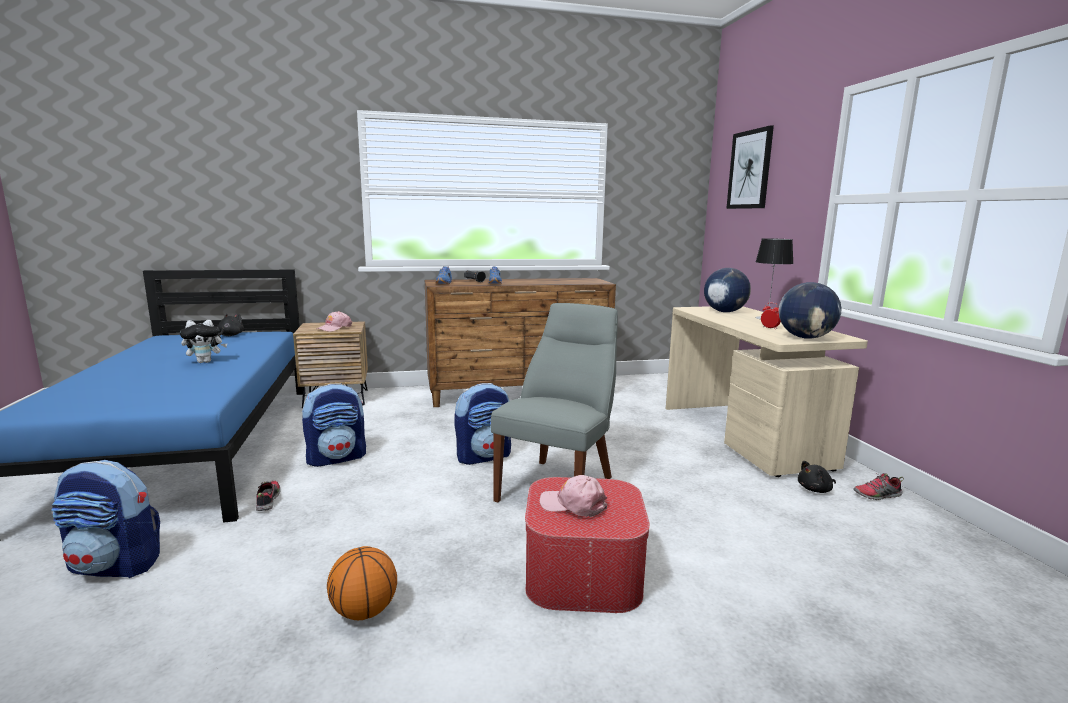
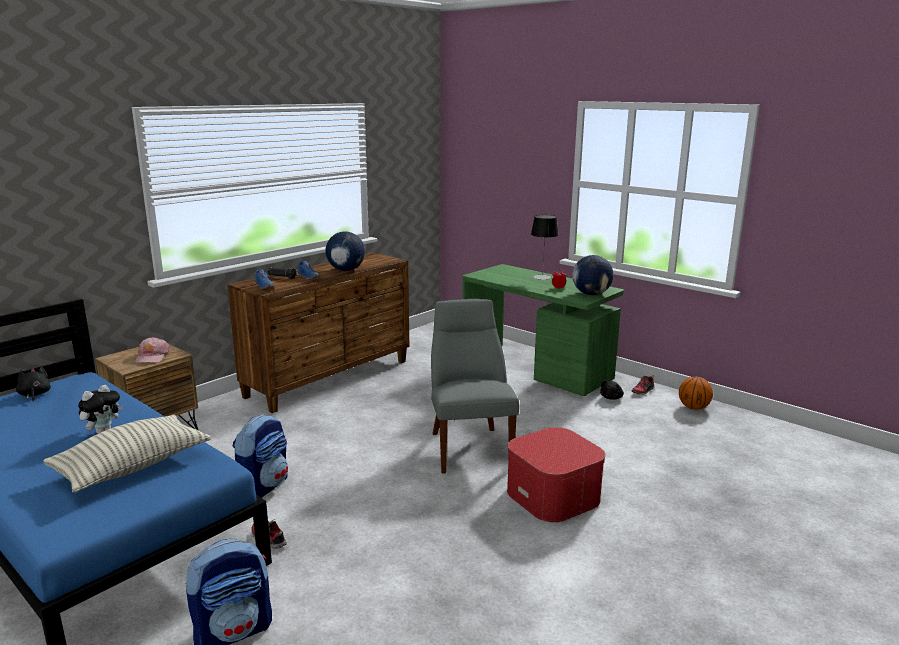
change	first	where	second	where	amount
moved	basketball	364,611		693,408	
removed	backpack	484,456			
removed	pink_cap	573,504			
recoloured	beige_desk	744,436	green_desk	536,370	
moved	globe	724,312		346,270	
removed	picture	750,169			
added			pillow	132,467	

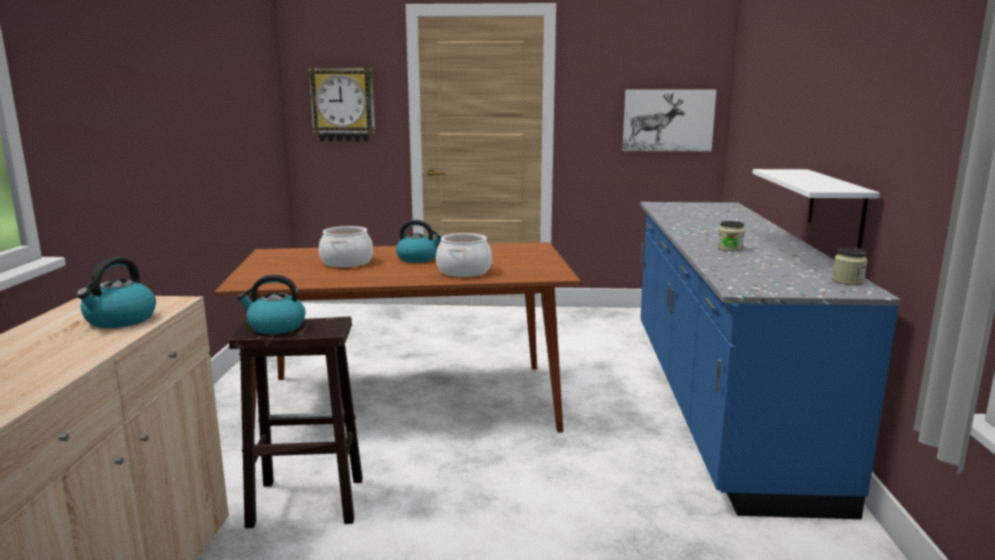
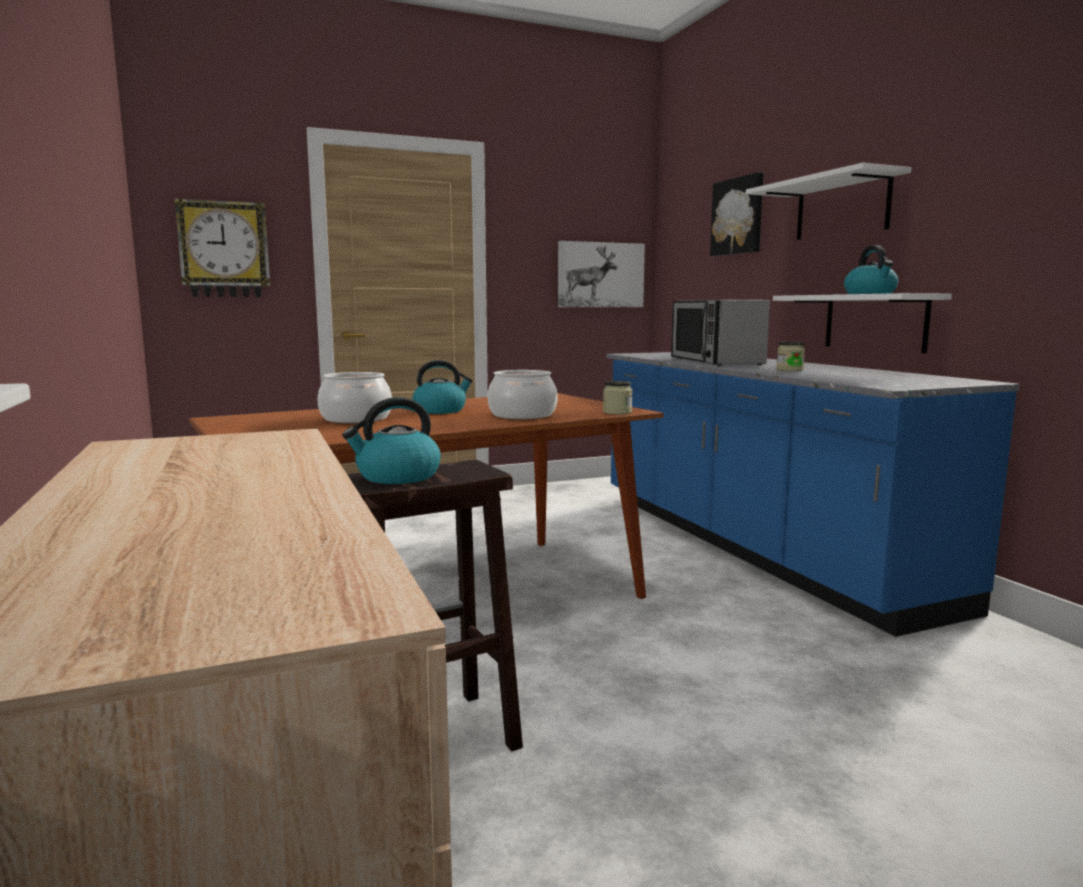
change	first	where	second	where	amount
moved	kettle	120,320		870,294	
moved	jar	847,281		617,412	
added			microwave	715,361	
added			picture	738,216	
added			white_shelf	842,208	

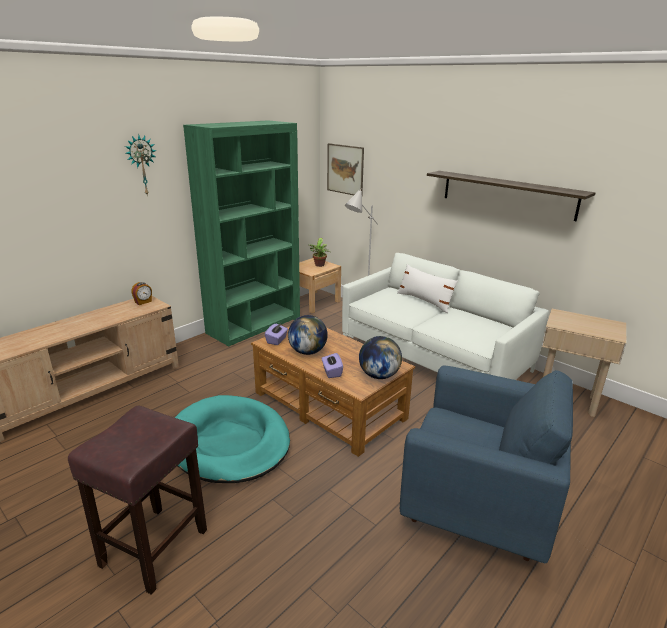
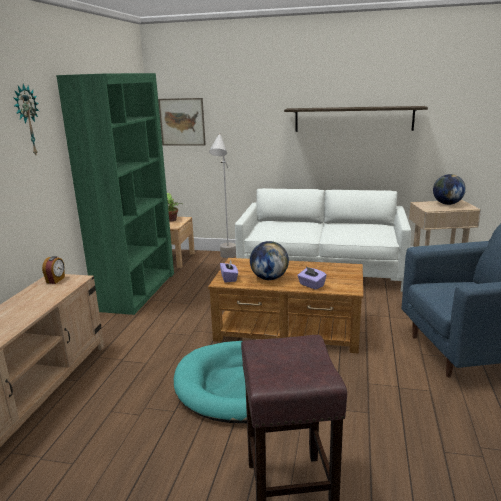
change	first	where	second	where	amount
moved	globe	379,375		447,204	
removed	white_pillow	424,301			

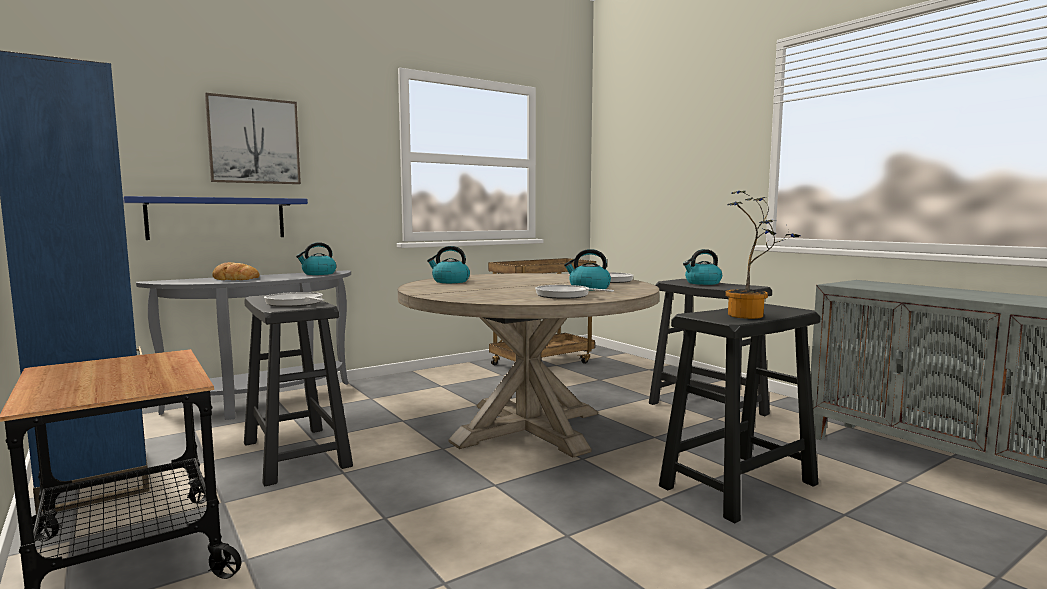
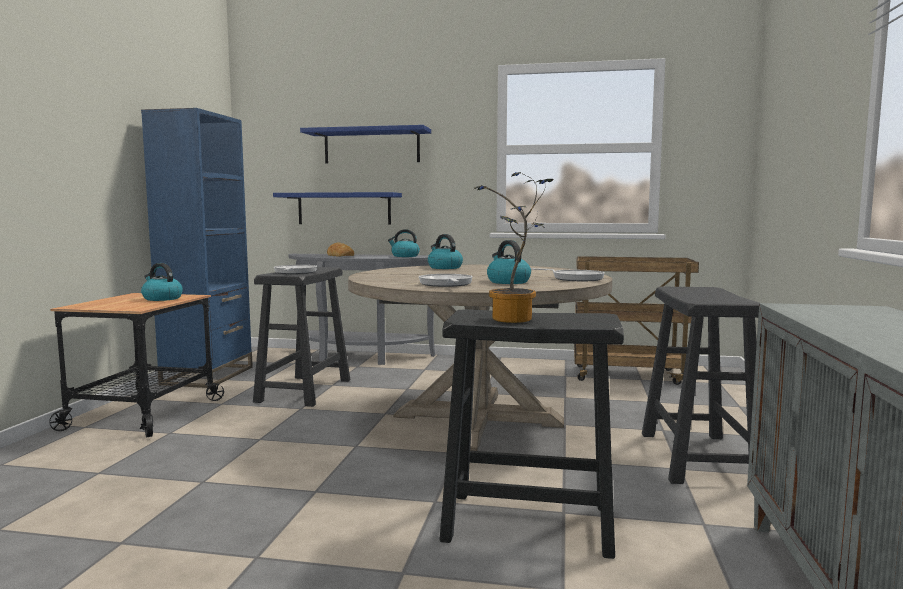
change	first	where	second	where	amount
replaced	picture	254,141	blue_shelf	371,146	
moved	kettle	702,283		161,298	

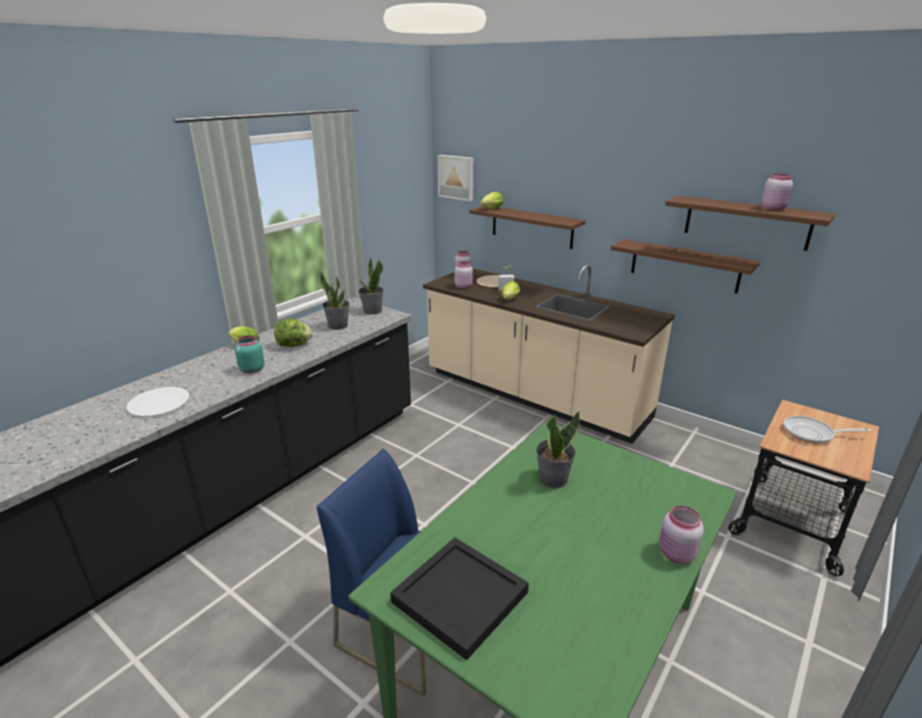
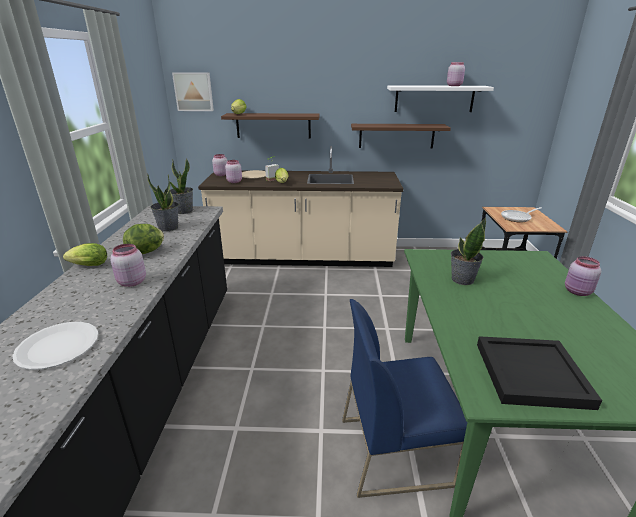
change	first	where	second	where	amount
recoloured	turquoise_jar	251,370	pink_jar	131,282	
recoloured	brown_shelf	746,222	white_shelf	434,98	

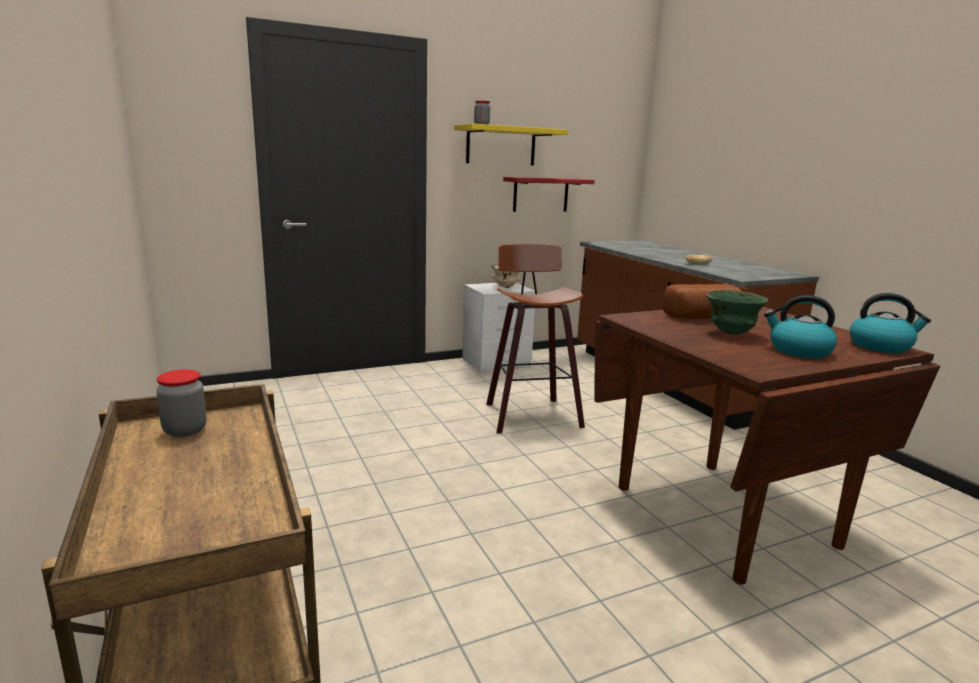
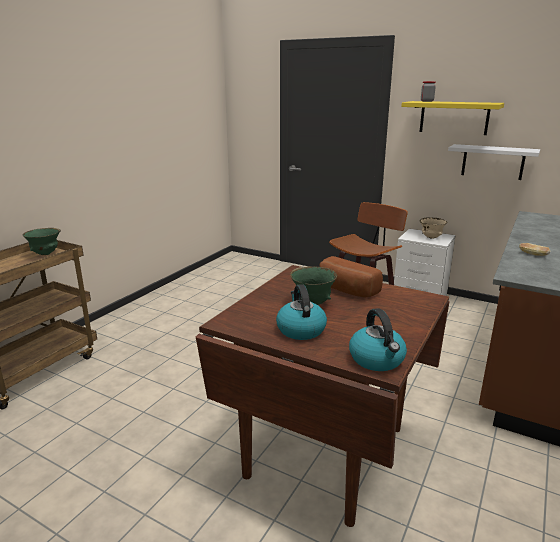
change	first	where	second	where	amount
replaced	jar	185,430	green_bowl	45,254	
recoloured	red_shelf	540,194	white_shelf	492,162	

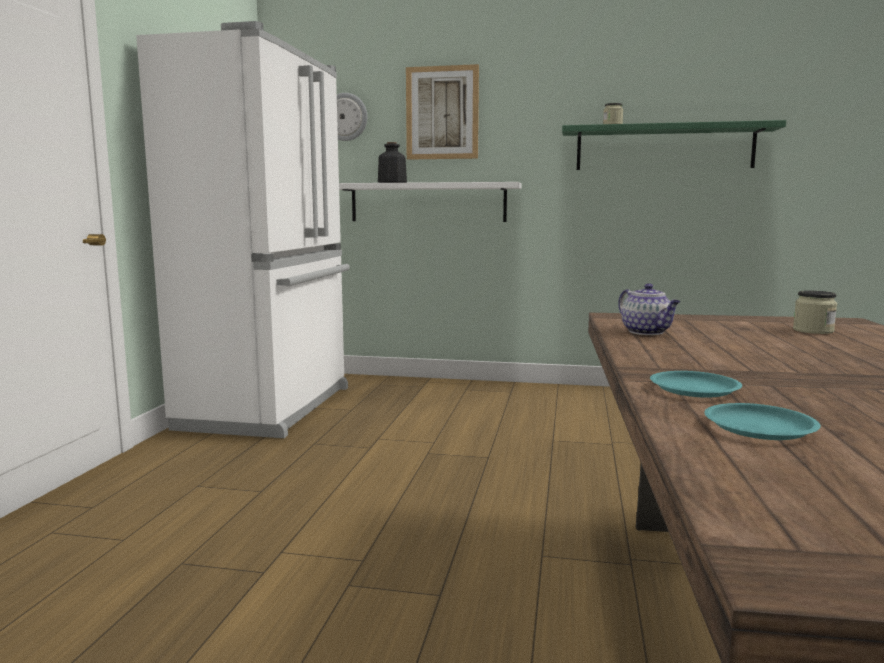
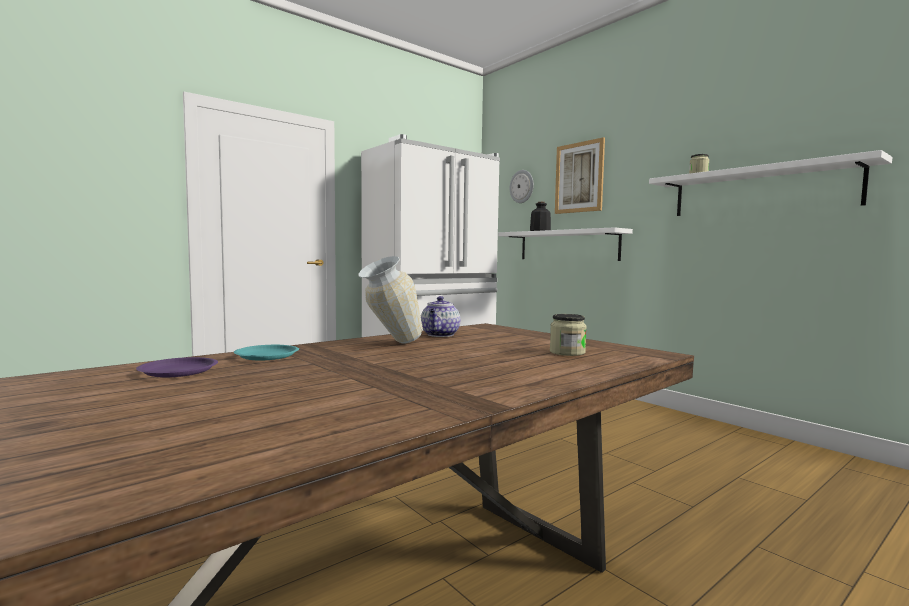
change	first	where	second	where	amount
recoloured	green_shelf	664,148	white_shelf	760,191	
recoloured	turquoise_plate	760,427	purple_plate	179,371	
added			vase	390,344	

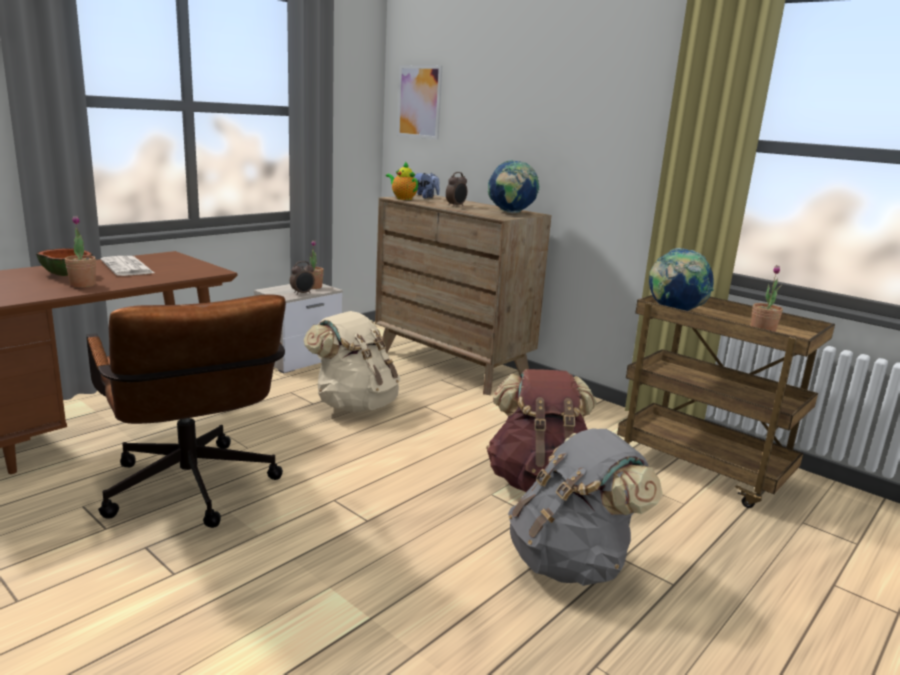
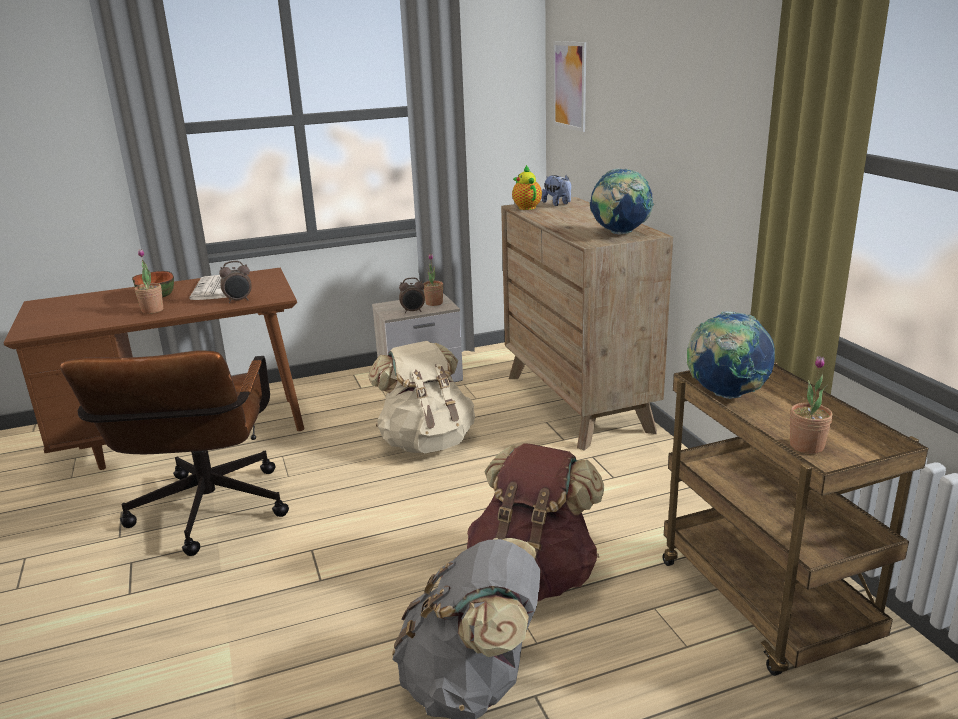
change	first	where	second	where	amount
moved	alarm_clock	456,206		239,301	

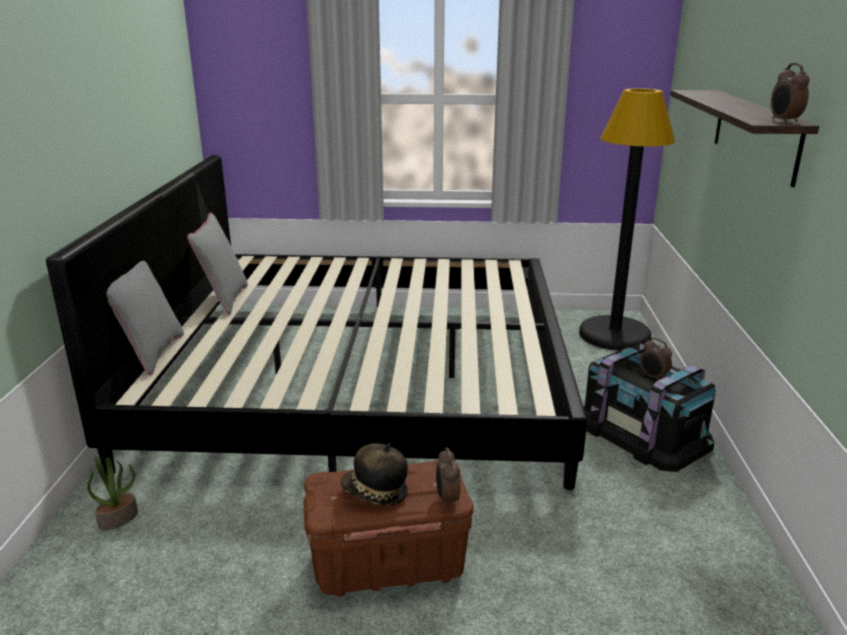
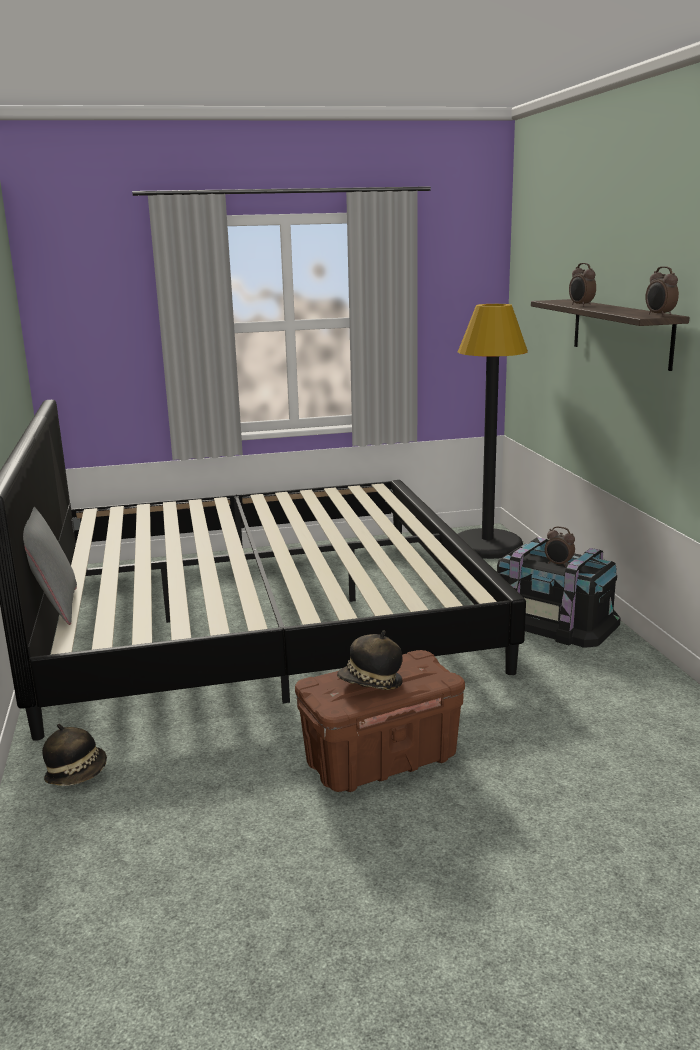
change	first	where	second	where	amount
replaced	potted_plant	118,518	hat	77,773	
removed	grey_pillow	224,300			
moved	alarm_clock	447,499		580,305	

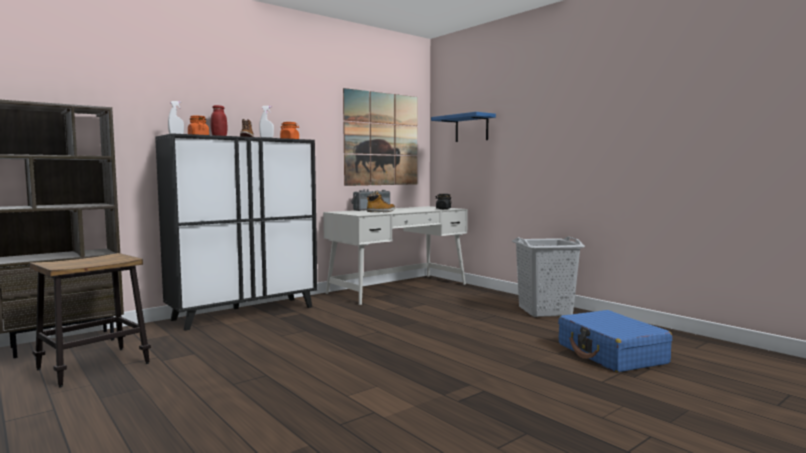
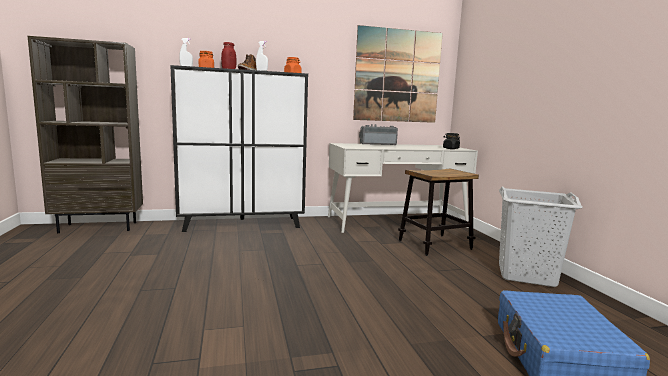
change	first	where	second	where	amount
moved	stool	93,366		434,245	
removed	boot	381,212			
removed	blue_shelf	471,128			

